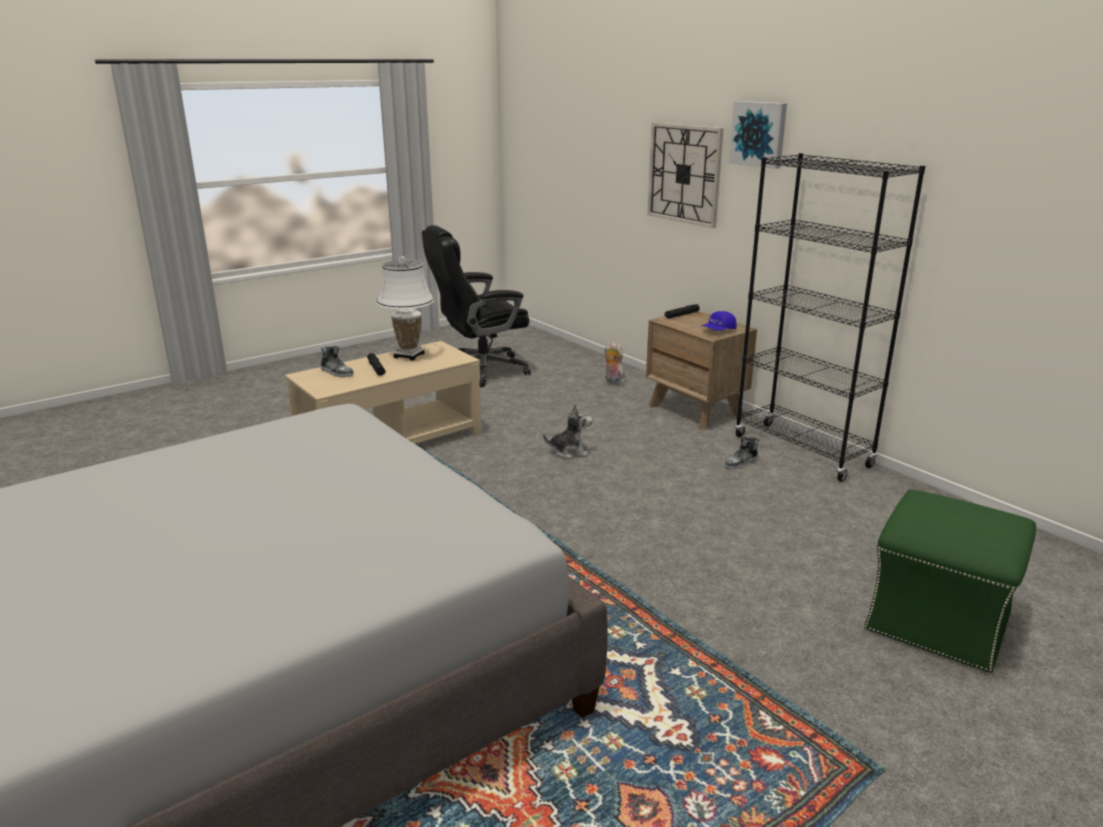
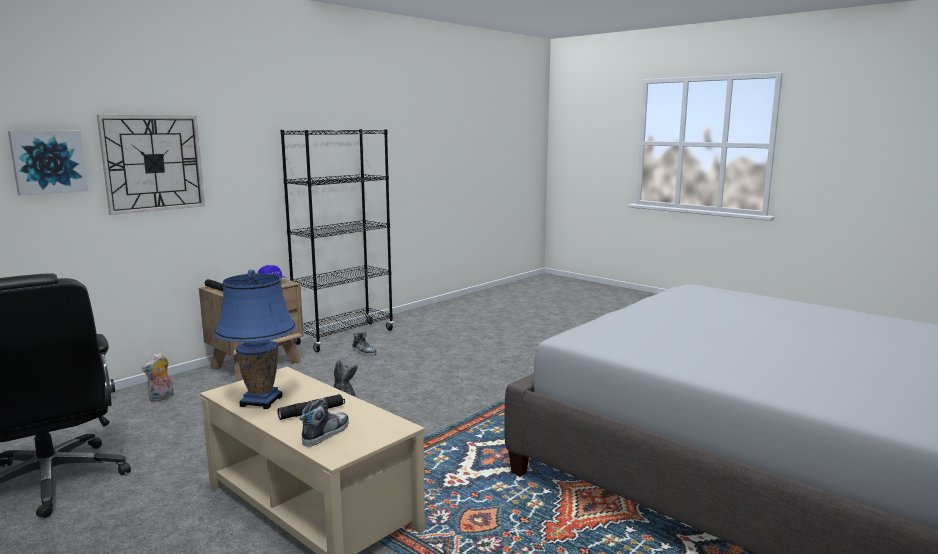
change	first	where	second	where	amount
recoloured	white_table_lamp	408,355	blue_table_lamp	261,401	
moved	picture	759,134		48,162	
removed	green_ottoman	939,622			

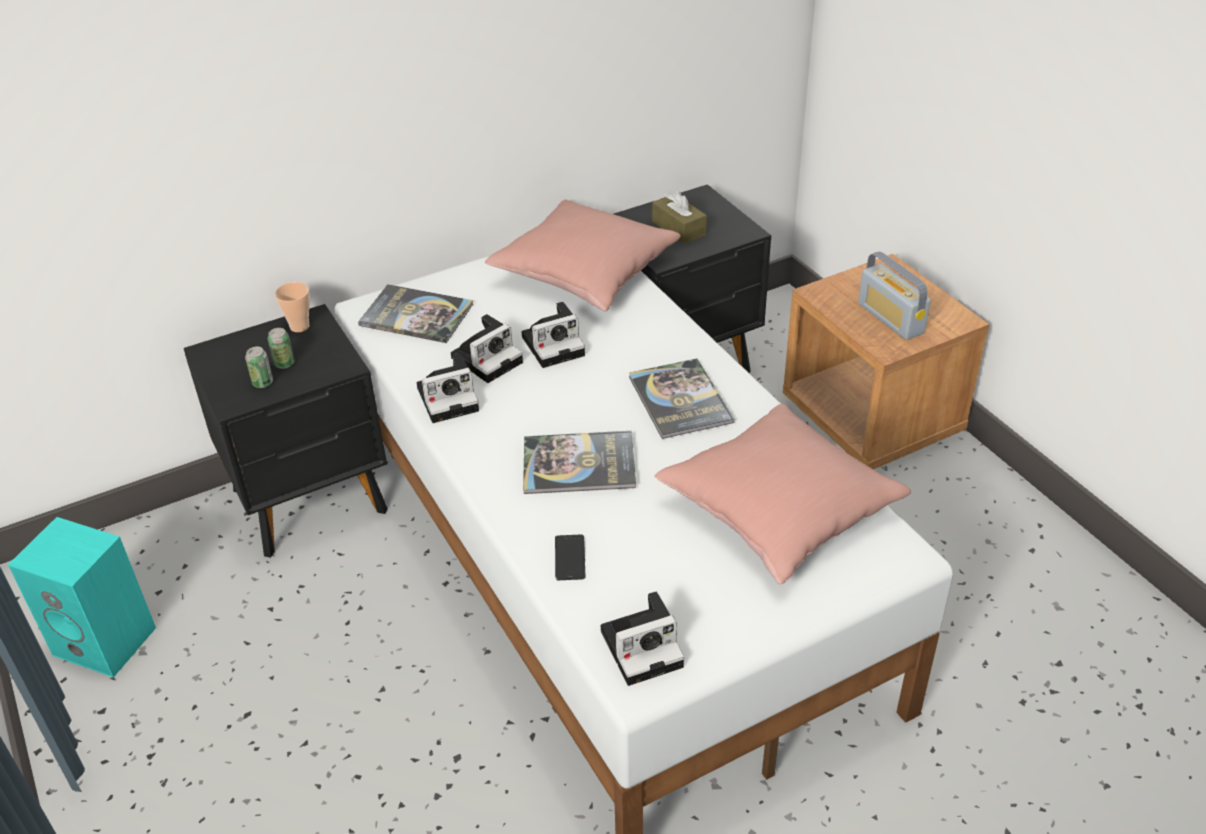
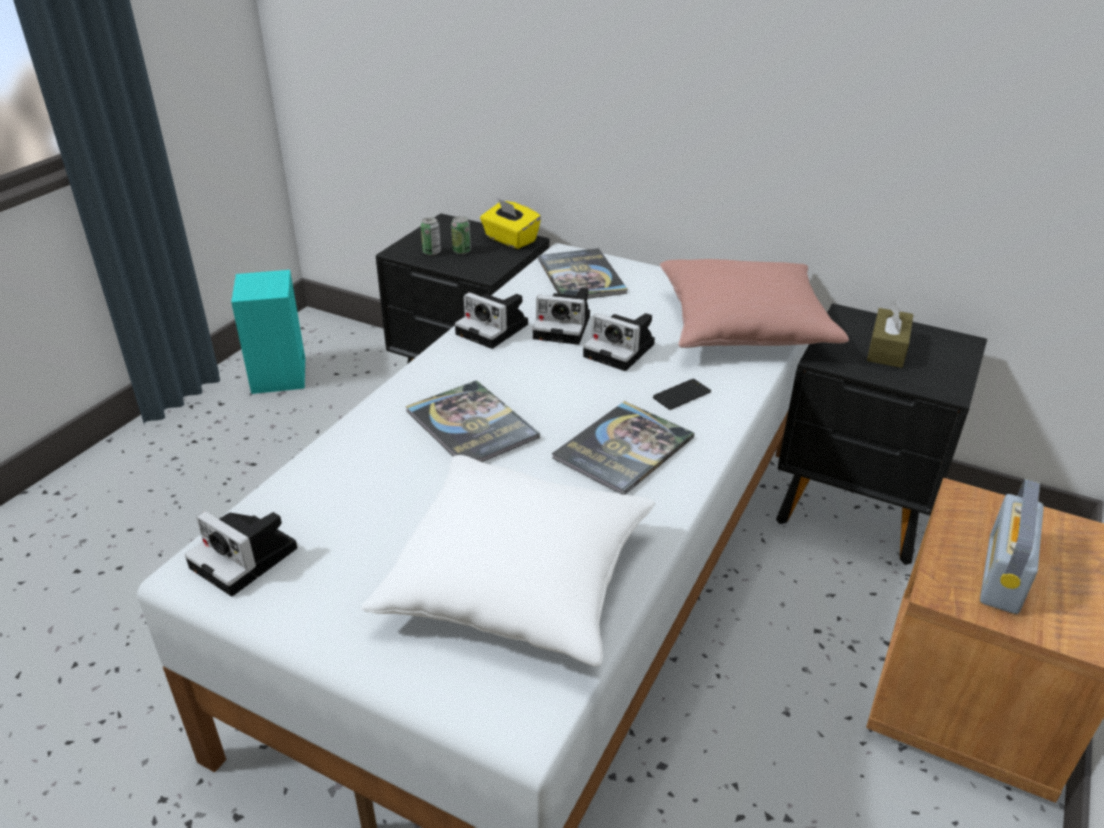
change	first	where	second	where	amount
replaced	cup	299,326	yellow_tissue_box	510,239	
moved	phone	570,558		682,395	
recoloured	pink_pillow	779,509	white_pillow	518,580	

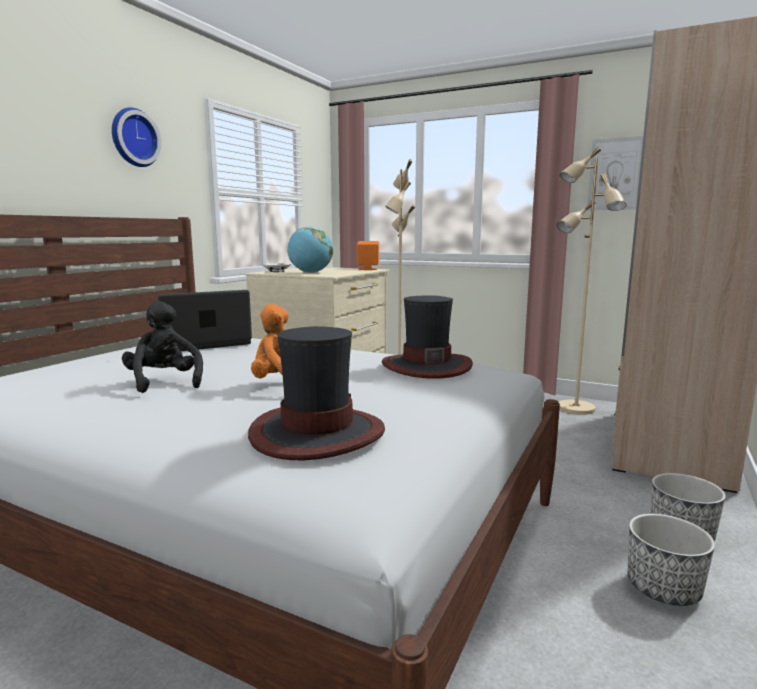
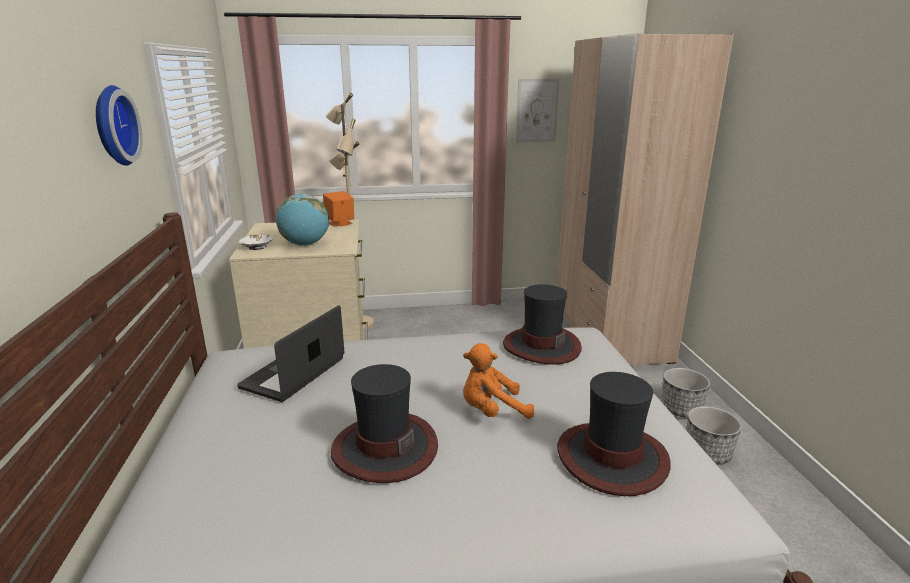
change	first	where	second	where	amount
replaced	black_plush_toy	164,382	hat	384,448	
removed	beige_floor_lamp	575,409			

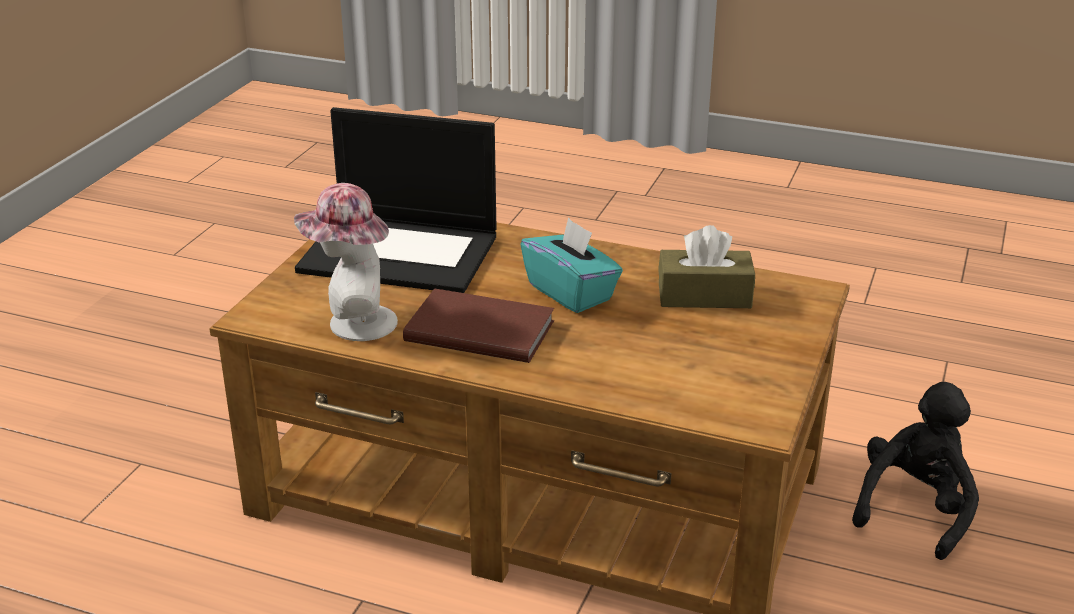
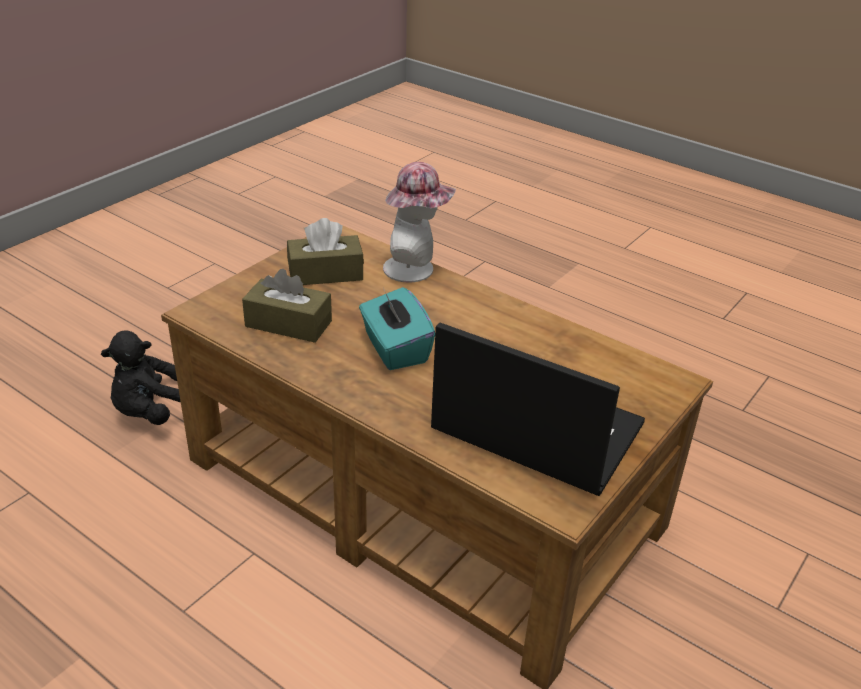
change	first	where	second	where	amount
moved	hat	353,324		415,269	
removed	brown_book	479,329			
added			brown_tissue_box	325,273	

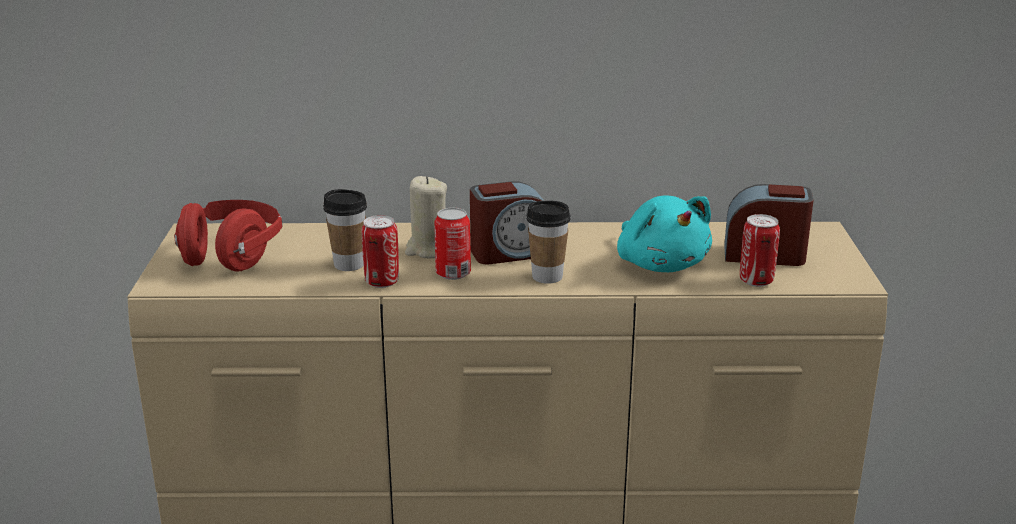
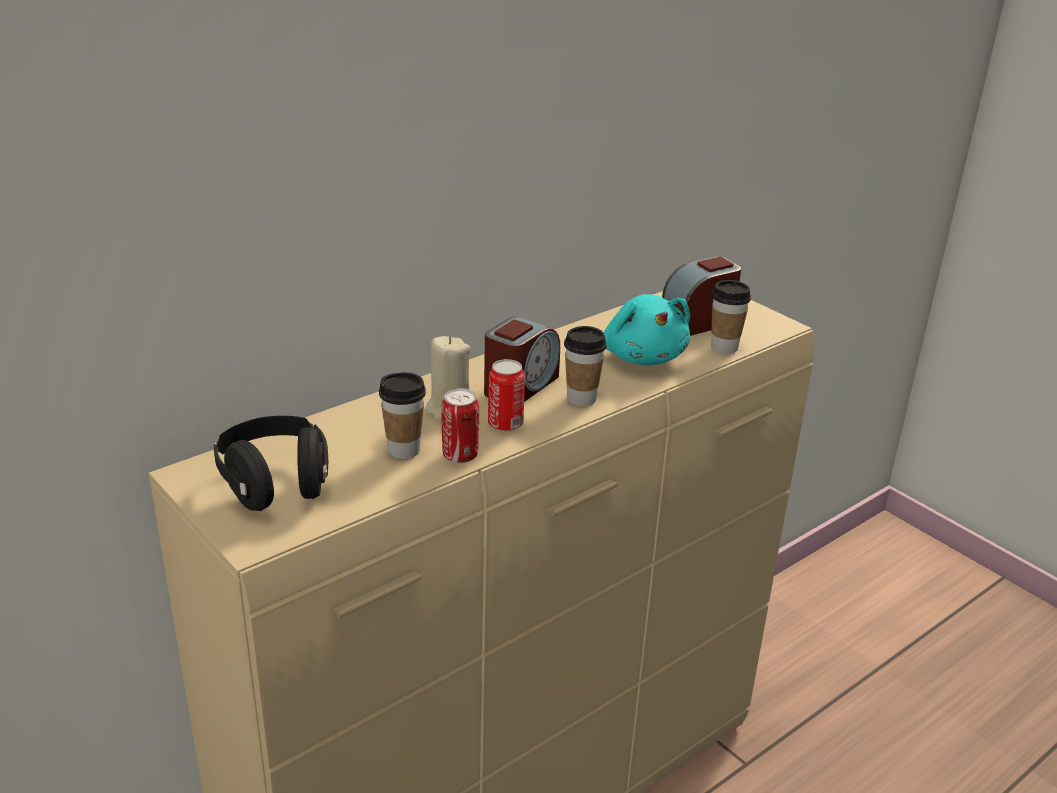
change	first	where	second	where	amount
recoloured	red_headphones	231,256	black_headphones	276,484	
turned	turquoise_plush_toy	661,264		643,356	45 degrees clockwise
replaced	can	756,281	cup	724,347	

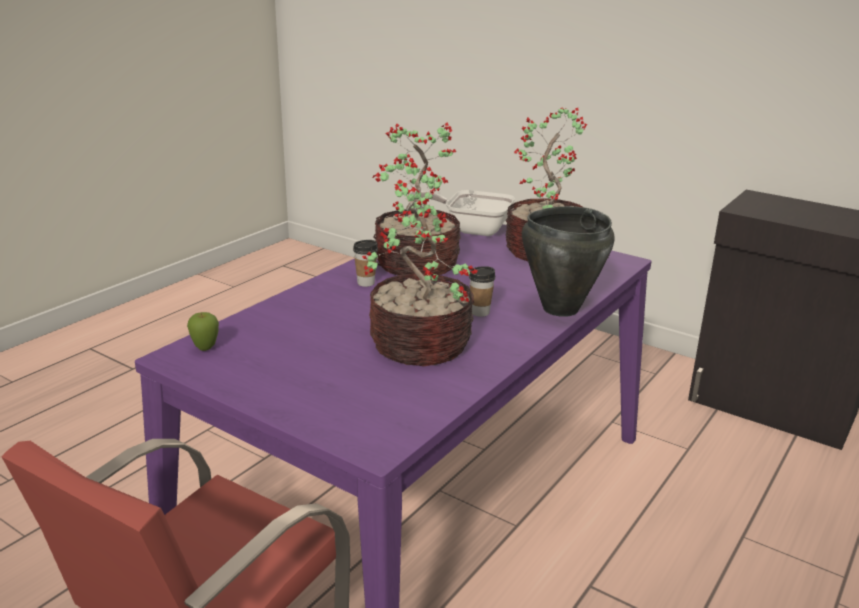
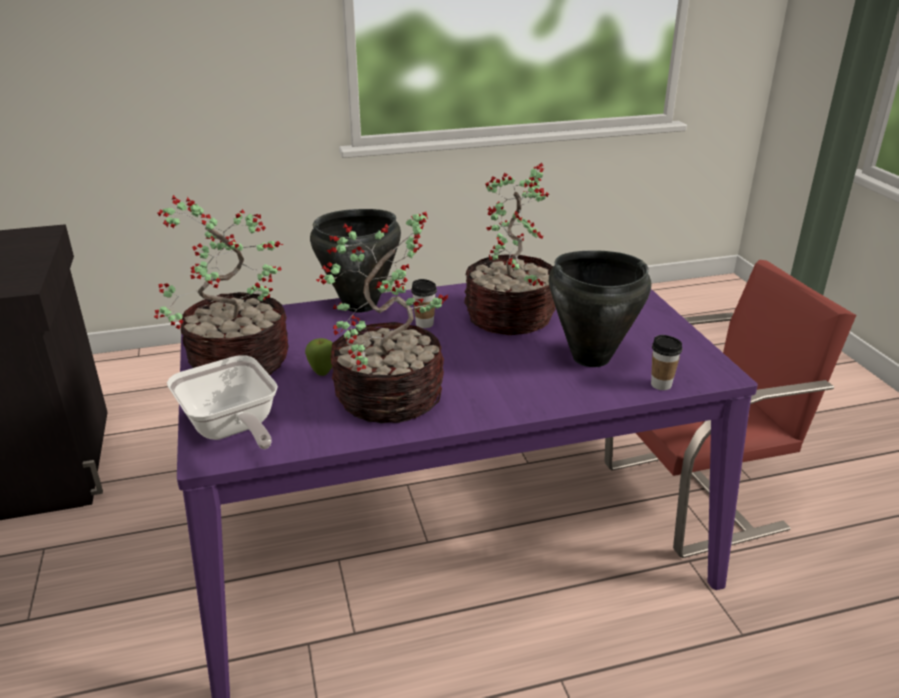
change	first	where	second	where	amount
moved	apple	205,349		322,373	
moved	cup	366,283		661,385	
added			black_cooking_pot	590,357	

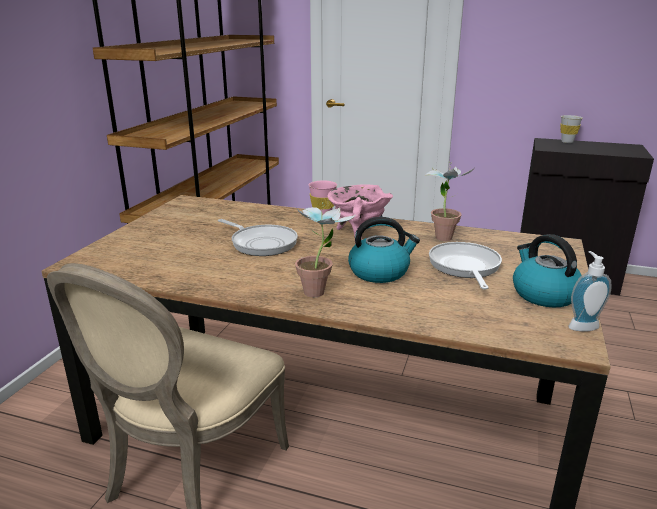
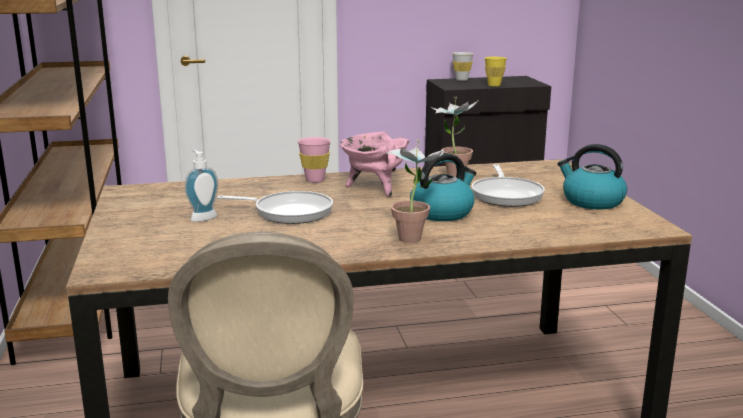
change	first	where	second	where	amount
turned	frying_pan	464,267		506,195	150 degrees counterclockwise
moved	soap_dispenser	581,325		202,217	
added			yellow_cup	494,85	

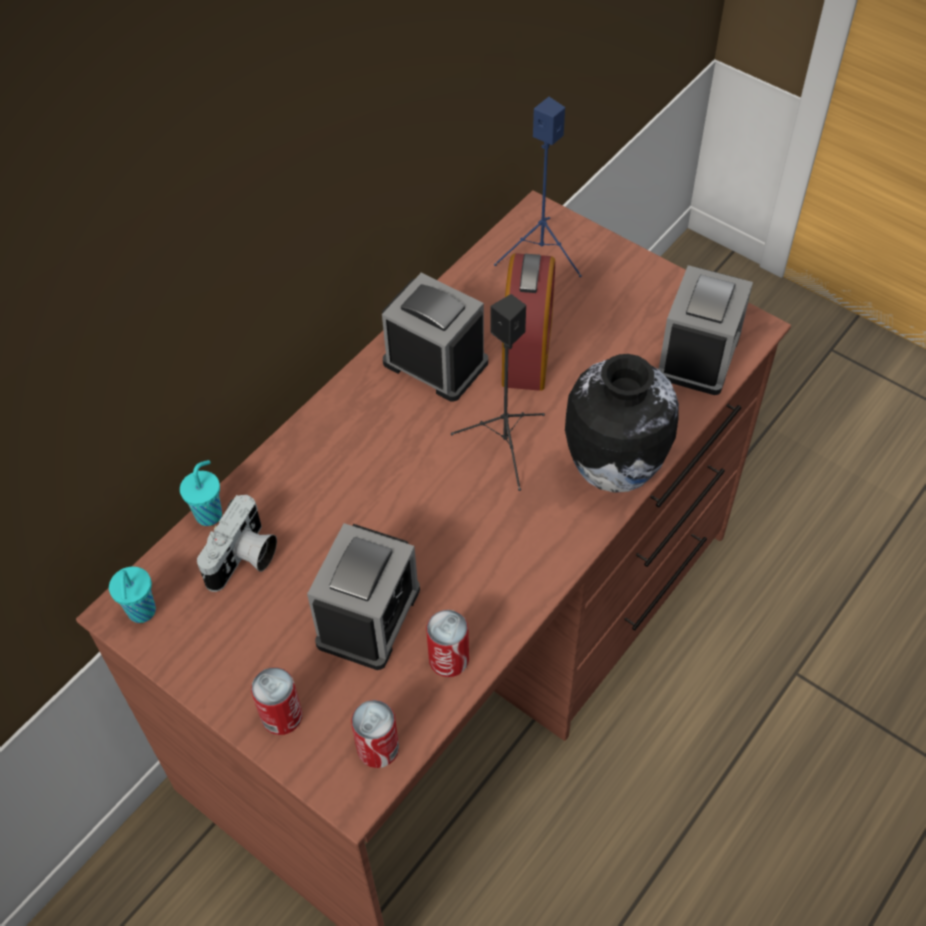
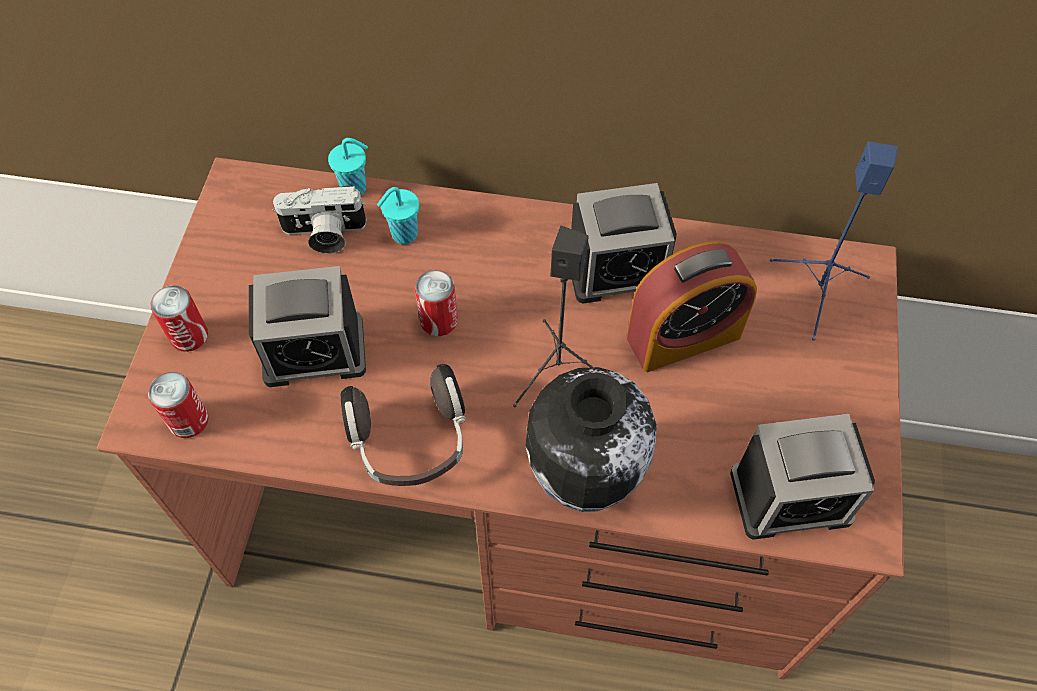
change	first	where	second	where	amount
moved	turquoise_cup	141,613		403,235	
turned	alarm_clock	435,362		617,269	75 degrees clockwise
moved	can	449,659		438,320	
added			headphones	410,442	

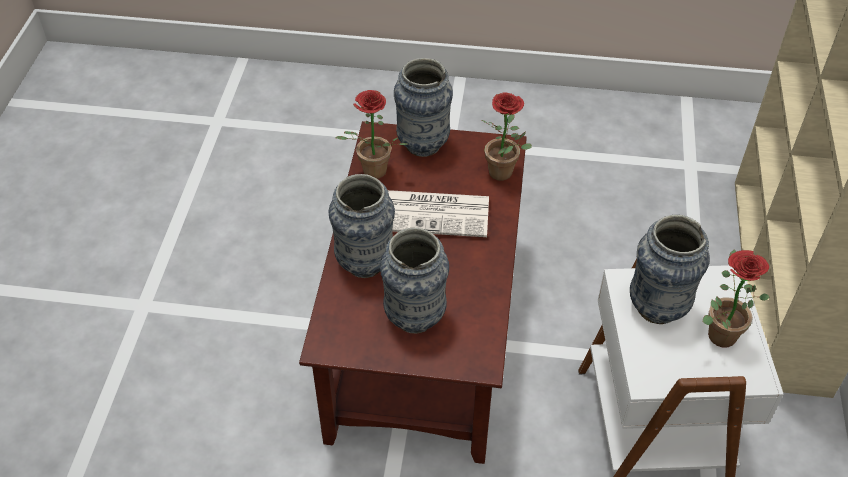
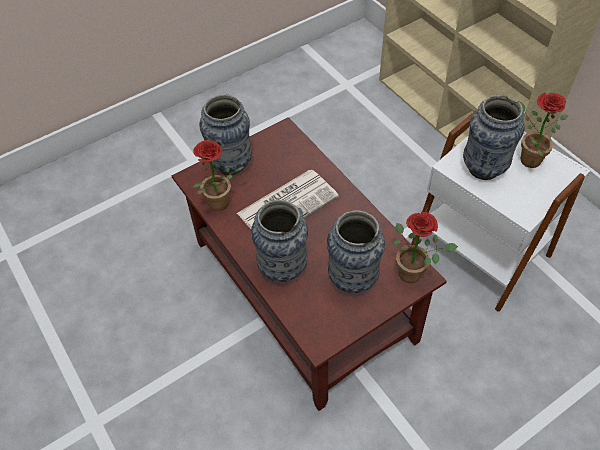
change	first	where	second	where	amount
moved	potted_plant	505,174		414,273	

